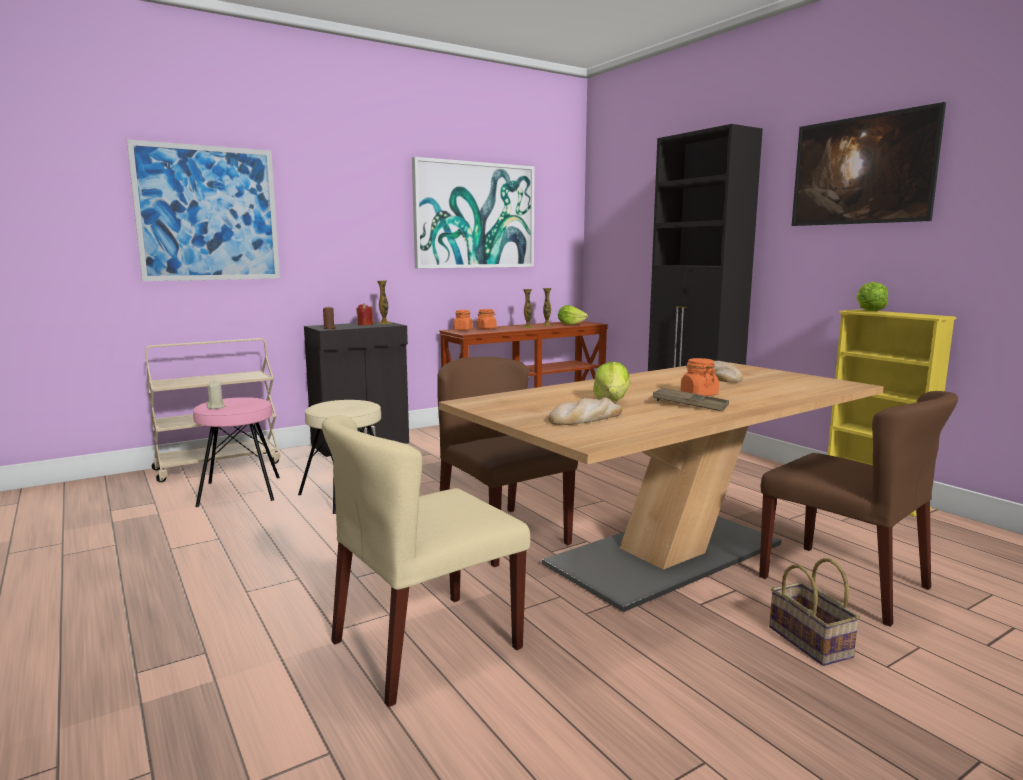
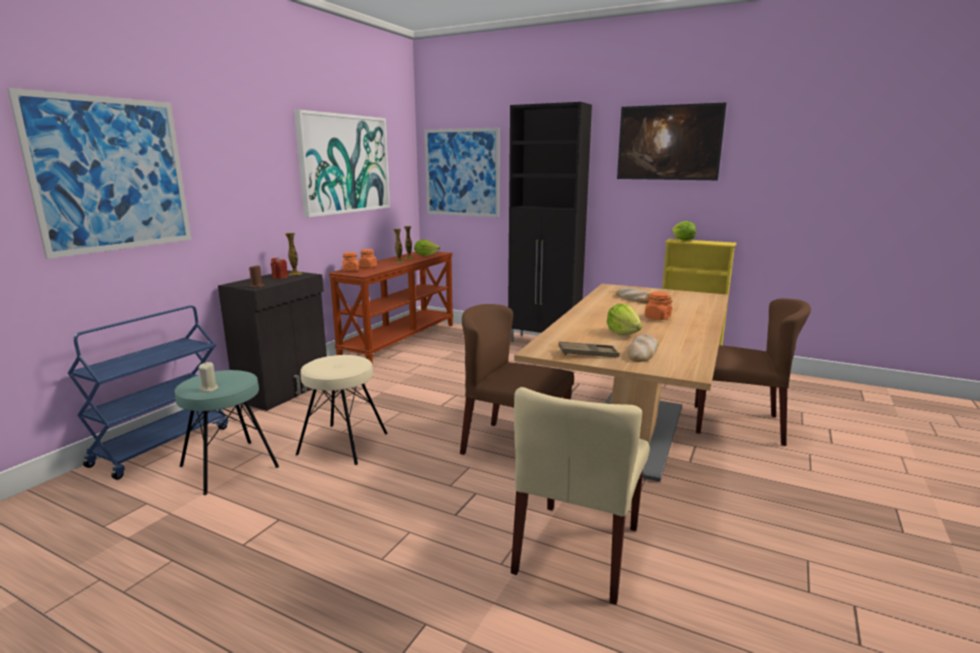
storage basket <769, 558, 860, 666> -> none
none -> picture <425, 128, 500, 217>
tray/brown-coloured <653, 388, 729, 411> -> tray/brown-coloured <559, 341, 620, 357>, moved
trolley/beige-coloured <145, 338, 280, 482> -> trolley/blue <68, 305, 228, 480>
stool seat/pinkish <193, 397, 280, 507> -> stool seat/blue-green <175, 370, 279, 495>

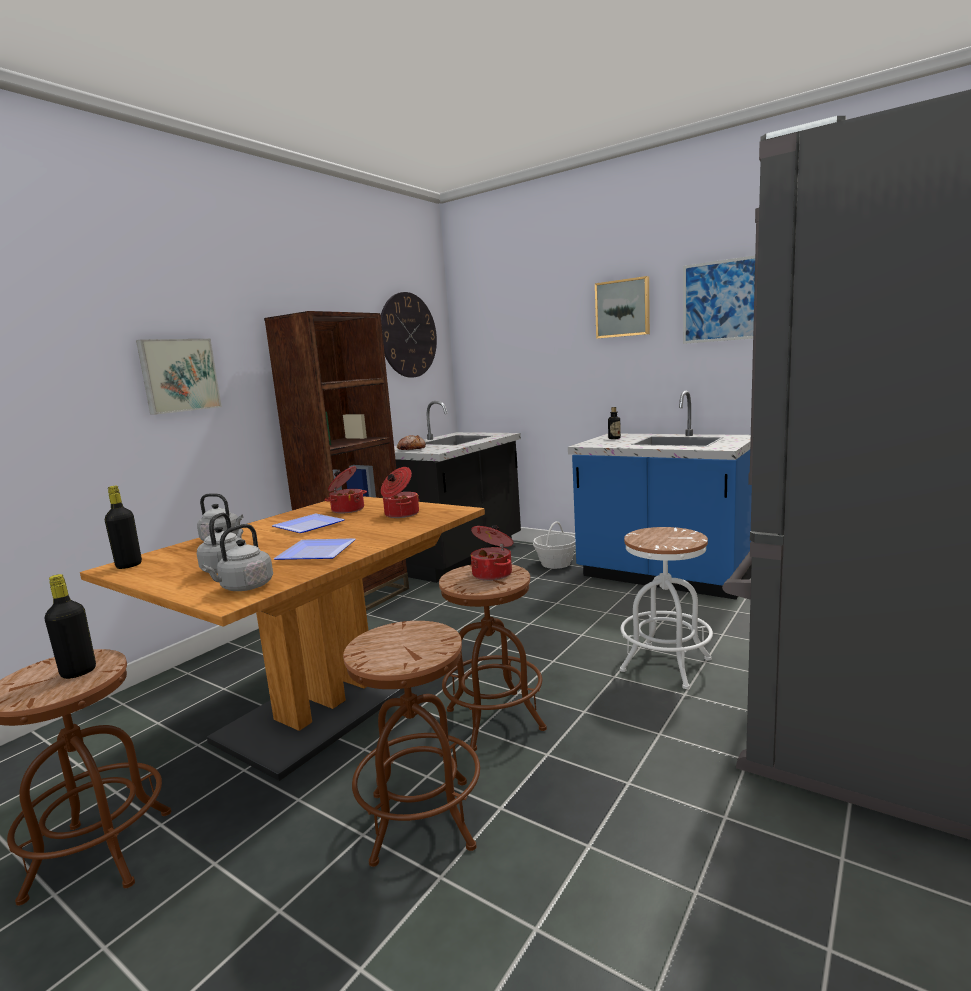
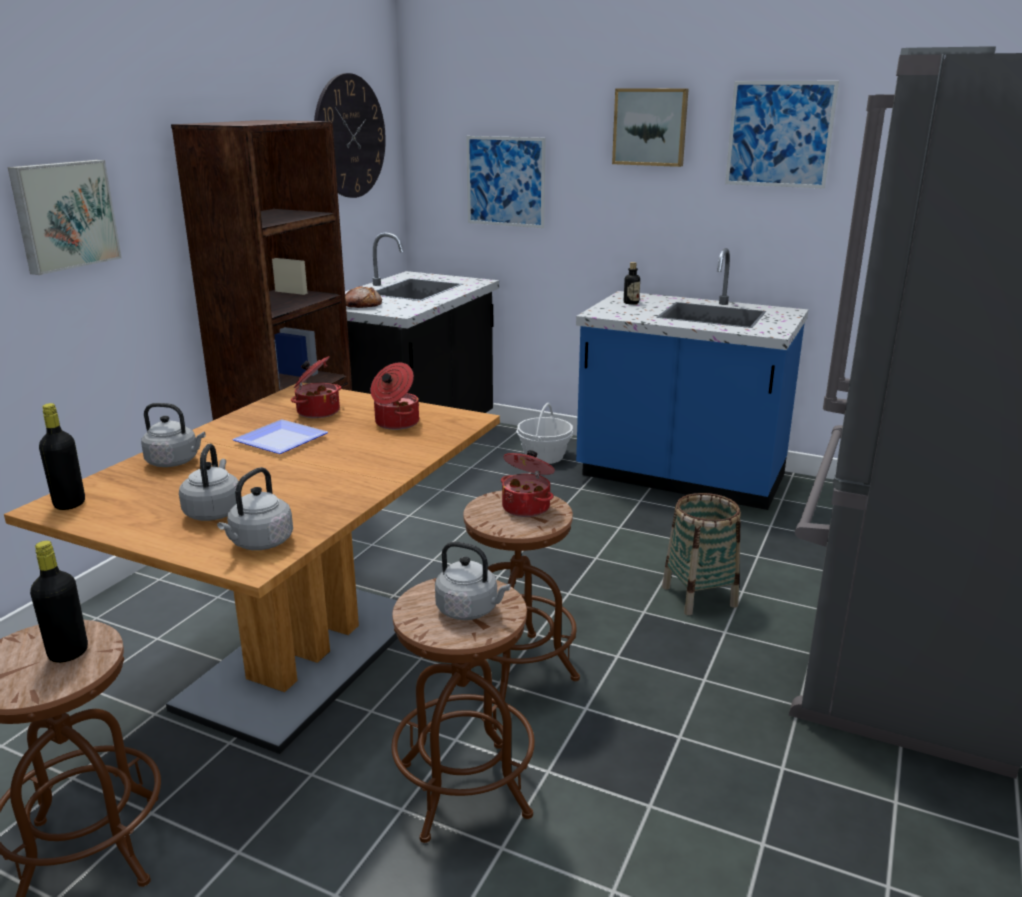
flat dish <274, 538, 356, 560> -> none
none -> kettle/grey <435, 542, 511, 620>
none -> picture <466, 136, 545, 228>
stool seat/whitish <620, 527, 713, 689> -> storage basket <662, 493, 741, 615>

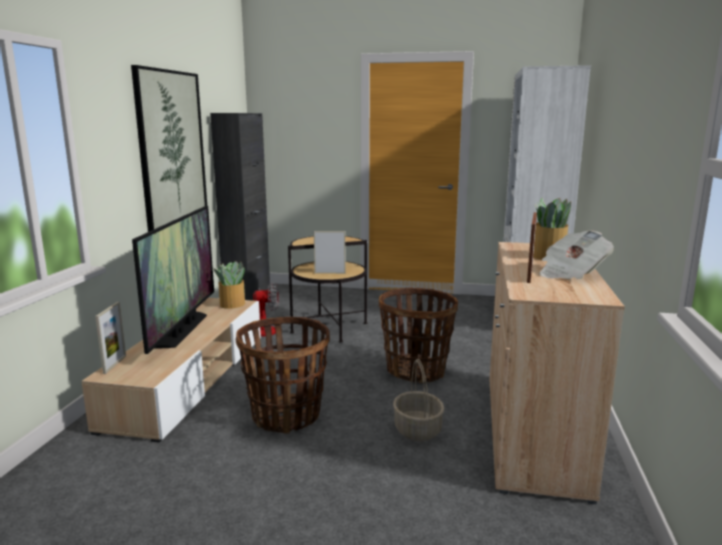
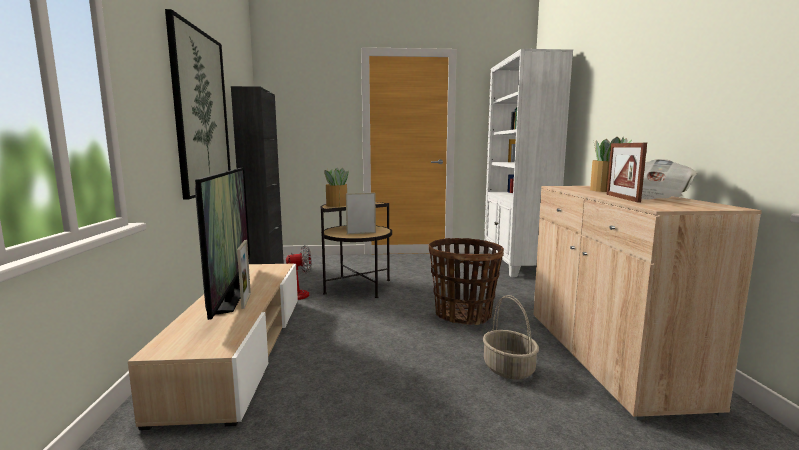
storage basket <236, 317, 330, 433> -> none
picture frame <95, 302, 126, 374> -> picture frame <237, 240, 251, 309>, moved
houseplant <214, 261, 245, 309> -> houseplant <324, 167, 349, 207>, moved

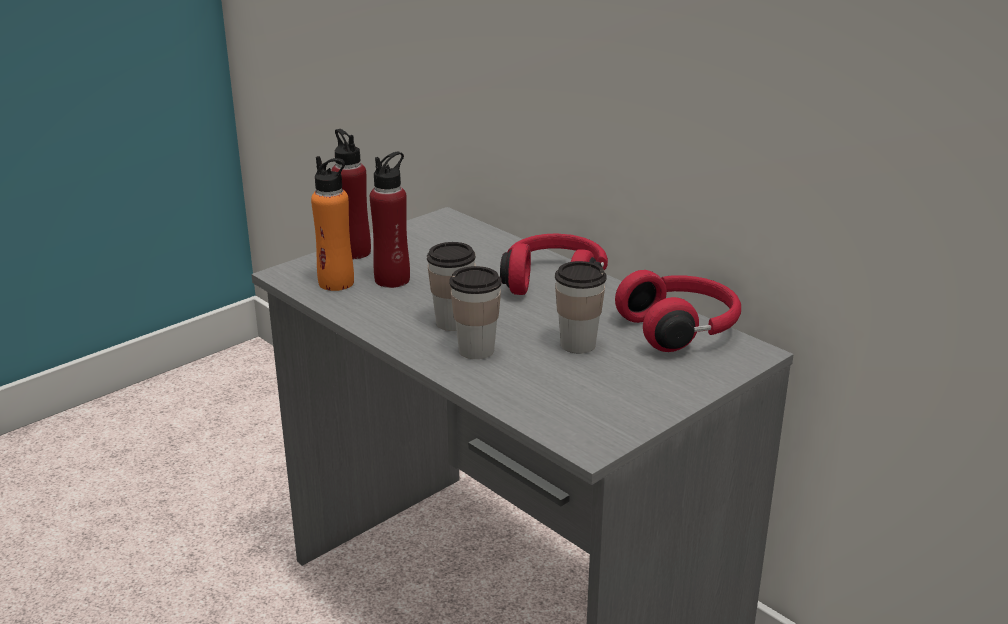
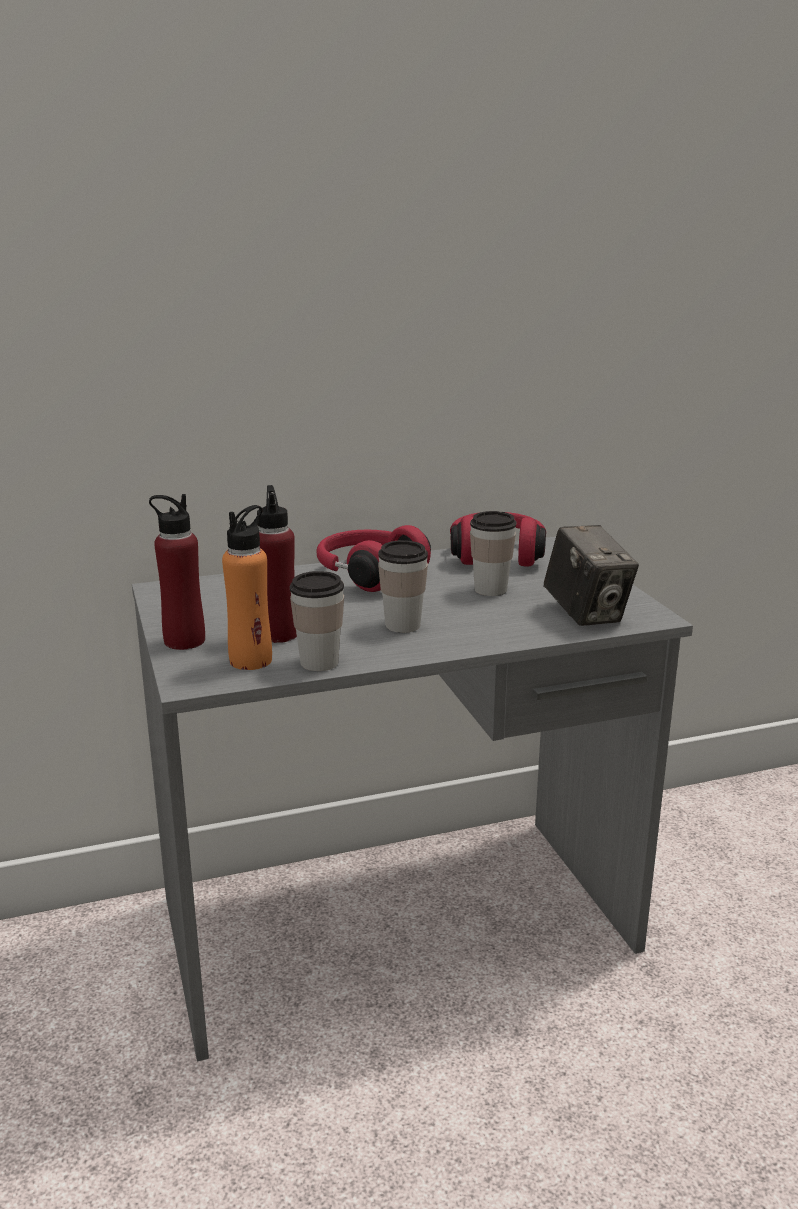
none -> photo camera <544, 525, 639, 626>
small cup <449, 266, 502, 359> -> small cup <290, 571, 344, 671>, moved

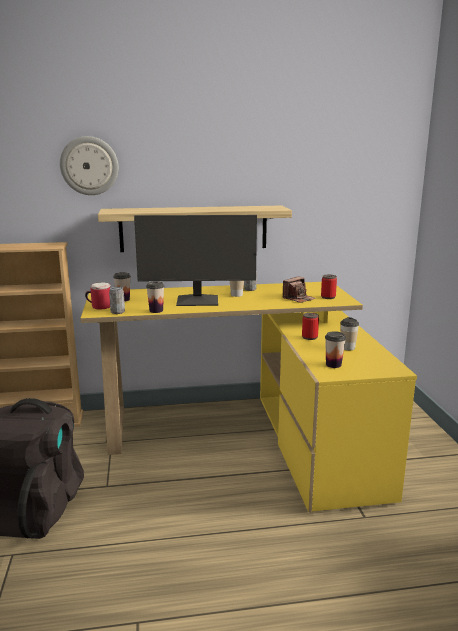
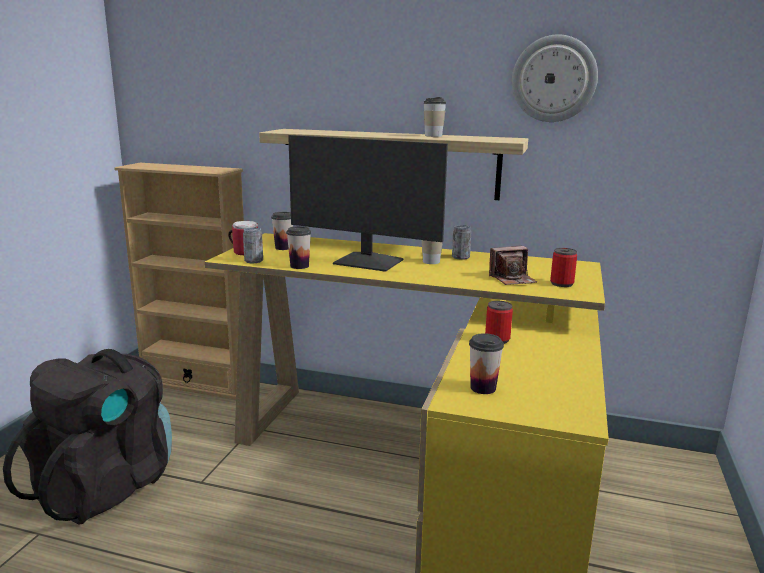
hanging clock <60, 136, 119, 195> -> hanging clock <512, 34, 598, 122>, moved
small cup <340, 317, 359, 350> -> small cup <423, 97, 446, 137>, moved

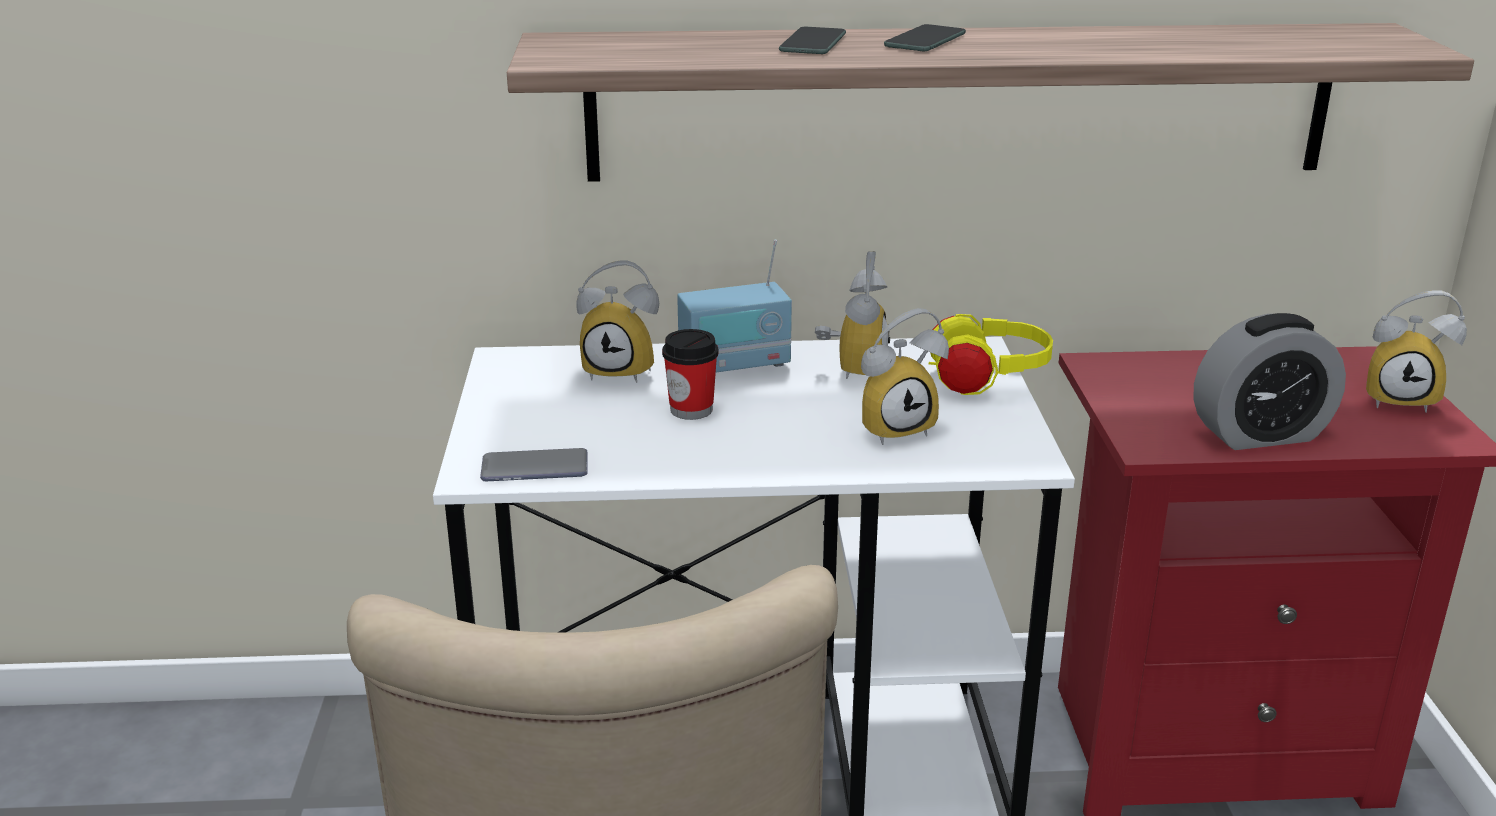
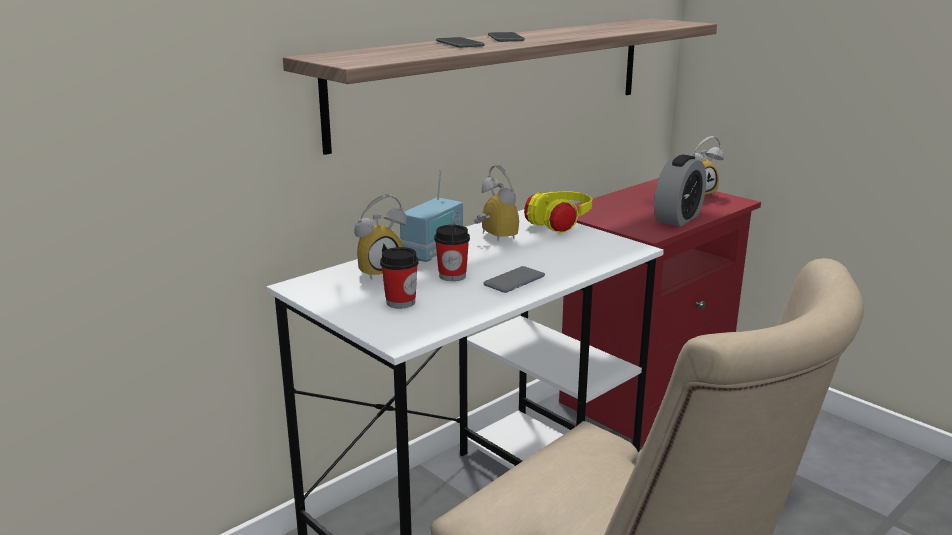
alarm clock <861, 308, 949, 445> -> none
none -> small cup <380, 247, 419, 308>
phone <480, 448, 588, 481> -> phone <483, 266, 545, 293>, moved

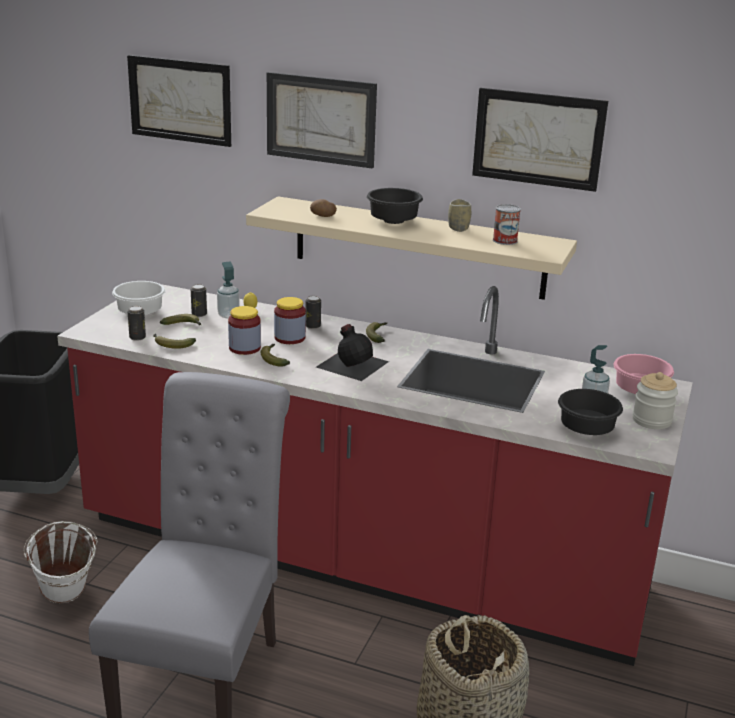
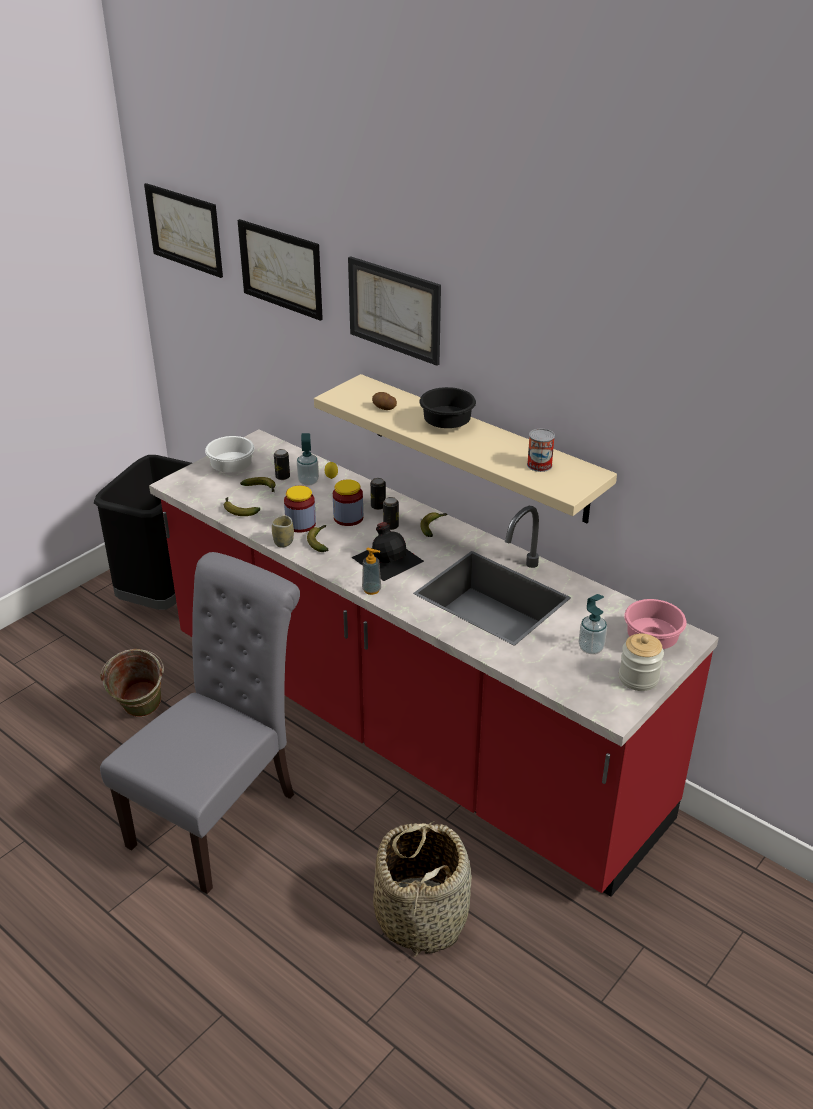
serving bowl/blackish <558, 389, 623, 435> -> none
none -> soap dispenser <362, 548, 381, 595>
metal can <127, 306, 146, 341> -> metal can <383, 497, 399, 530>, moved
small cup <448, 199, 471, 232> -> small cup <272, 515, 294, 548>, moved
picture <472, 88, 608, 192> -> picture <144, 183, 223, 278>, moved
bucket/whitish <23, 521, 97, 604> -> bucket/green <100, 649, 164, 717>

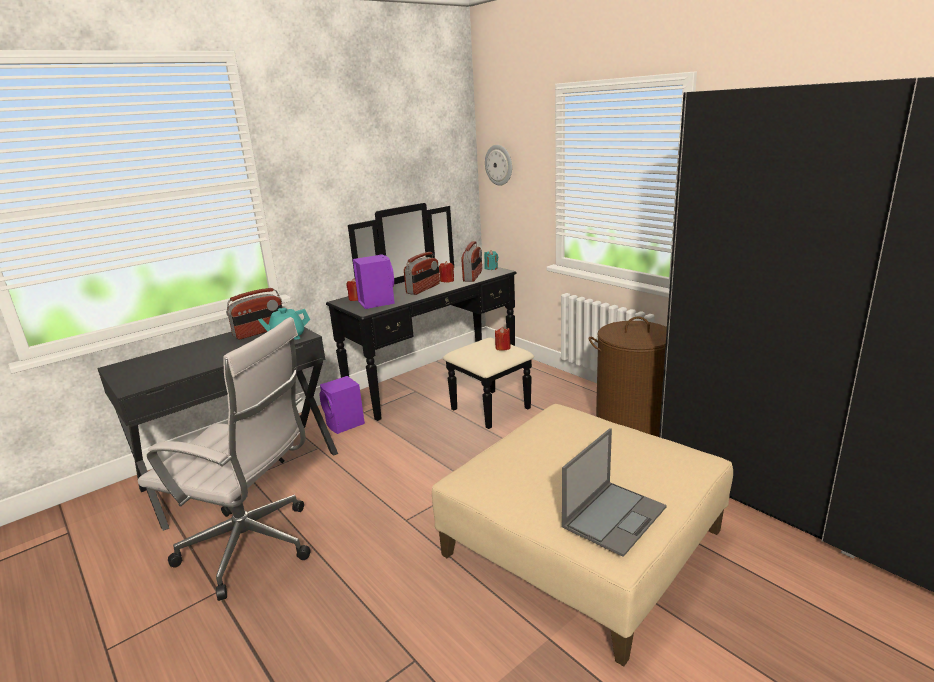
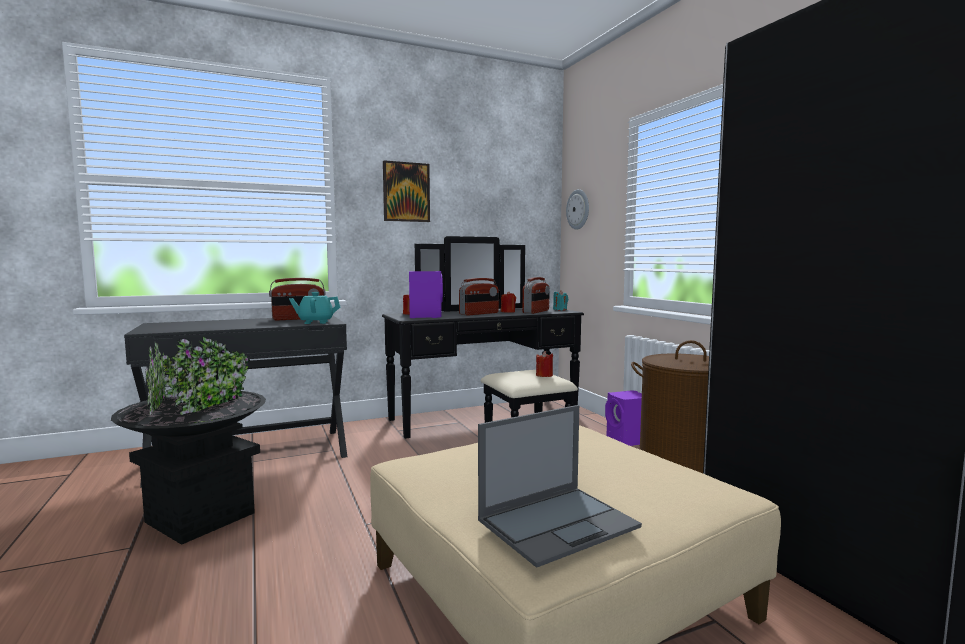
none -> picture <383, 160, 430, 222>
loudspeaker/purplish <319, 376, 365, 434> -> loudspeaker/purplish <605, 390, 642, 446>, moved
computer chair/whitish <138, 317, 311, 601> -> flower pot/blackish <111, 336, 266, 545>

